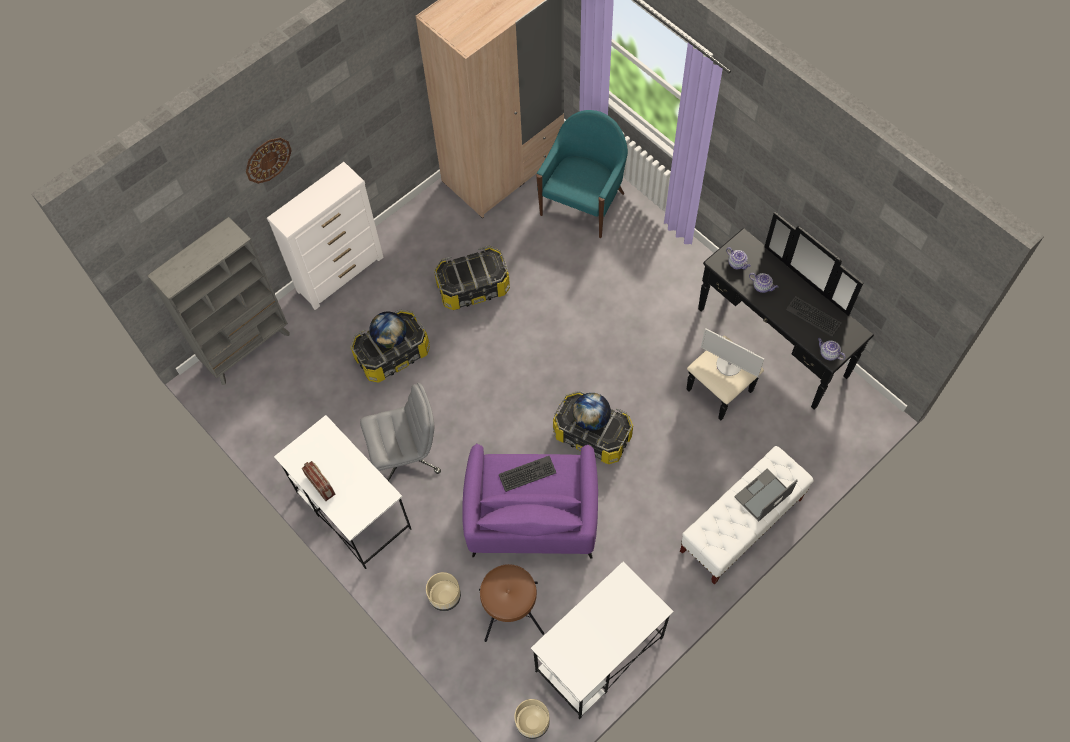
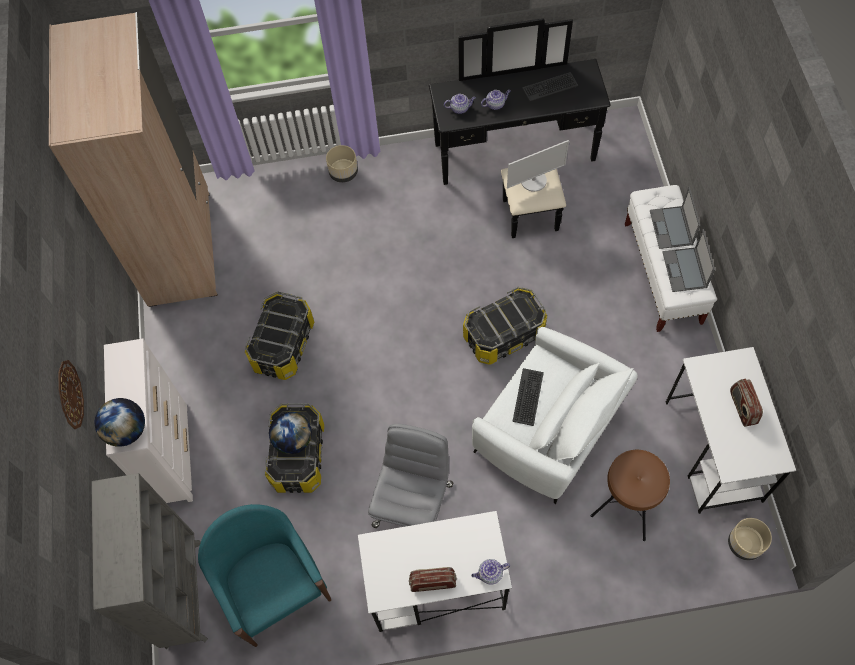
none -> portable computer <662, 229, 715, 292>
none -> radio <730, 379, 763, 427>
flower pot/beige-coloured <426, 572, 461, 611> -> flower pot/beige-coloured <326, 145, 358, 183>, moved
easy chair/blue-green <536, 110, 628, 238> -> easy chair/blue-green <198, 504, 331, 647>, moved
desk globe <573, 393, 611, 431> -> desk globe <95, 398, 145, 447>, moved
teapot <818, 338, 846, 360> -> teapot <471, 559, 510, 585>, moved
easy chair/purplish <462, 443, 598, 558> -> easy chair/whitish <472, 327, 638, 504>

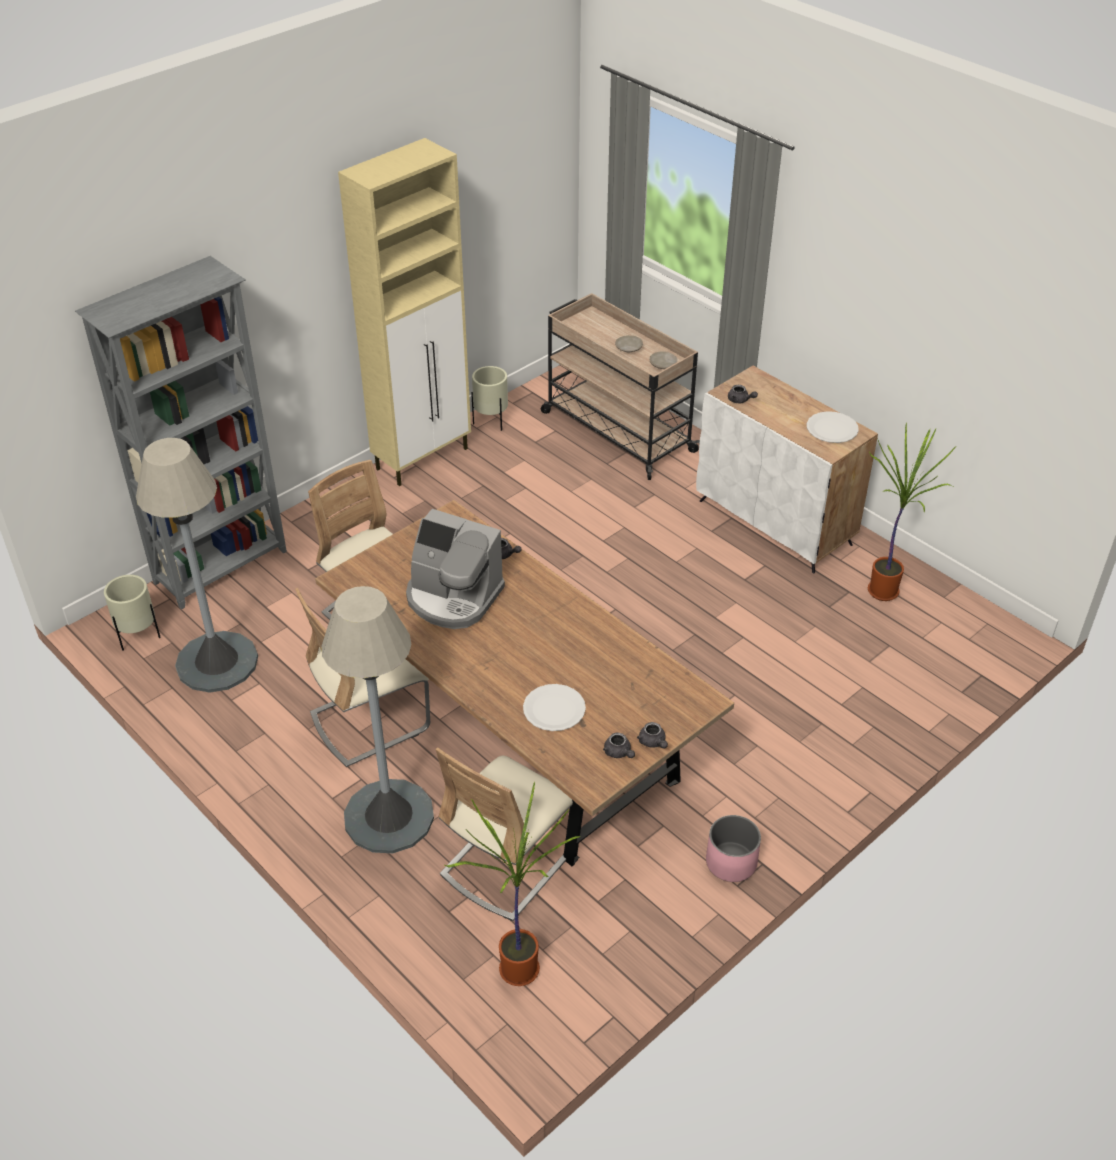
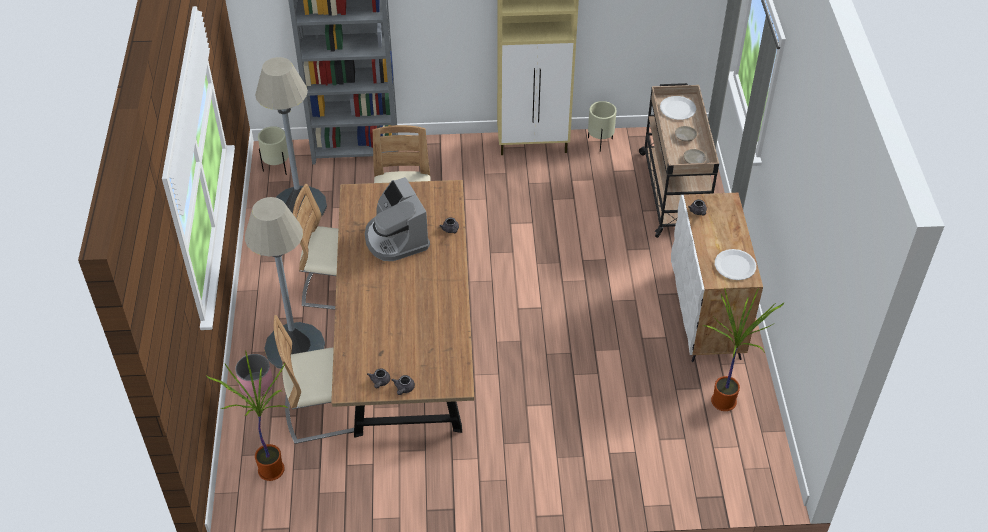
flat dish/whitish <523, 684, 586, 731> -> flat dish/whitish <660, 96, 696, 120>, moved
flower pot/pinkish <706, 815, 761, 882> -> flower pot/pinkish <235, 354, 273, 398>, moved

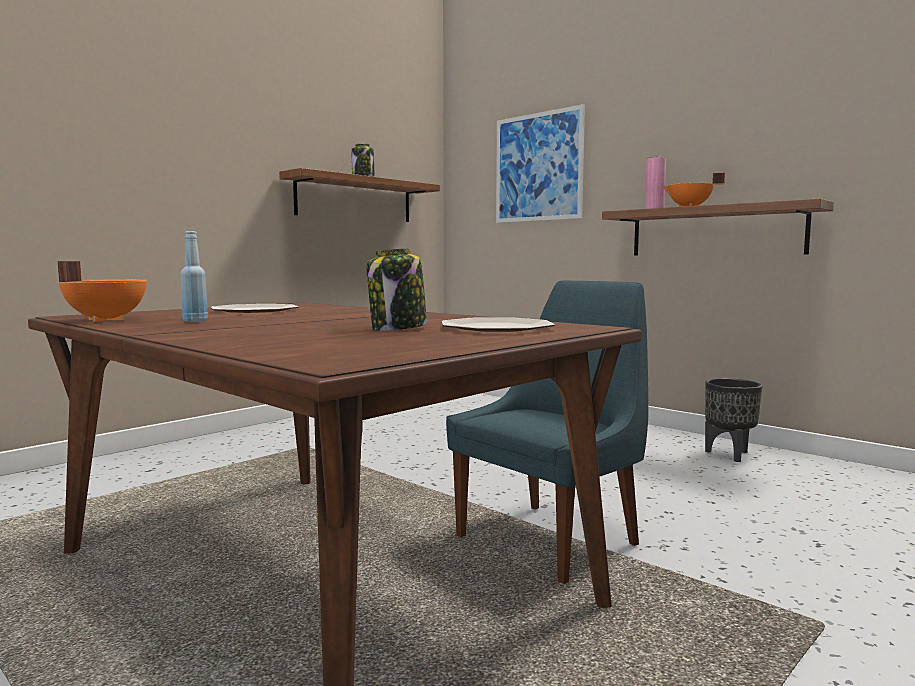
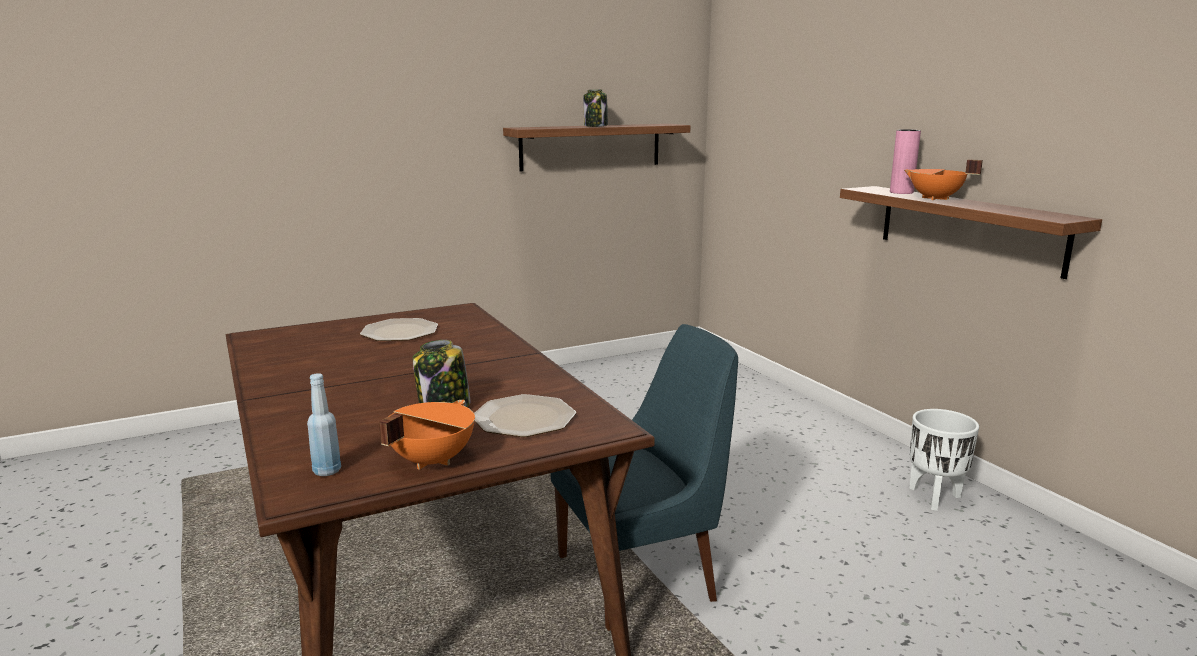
picture <496, 104, 585, 223> -> none
cooking pot/orangey <58, 261, 147, 322> -> cooking pot/orangey <379, 400, 475, 470>, moved
beverage bottle/blue <181, 231, 208, 322> -> beverage bottle/blue <307, 373, 341, 476>, moved
flower pot/blackish <705, 378, 762, 462> -> flower pot/whitish <909, 409, 979, 511>

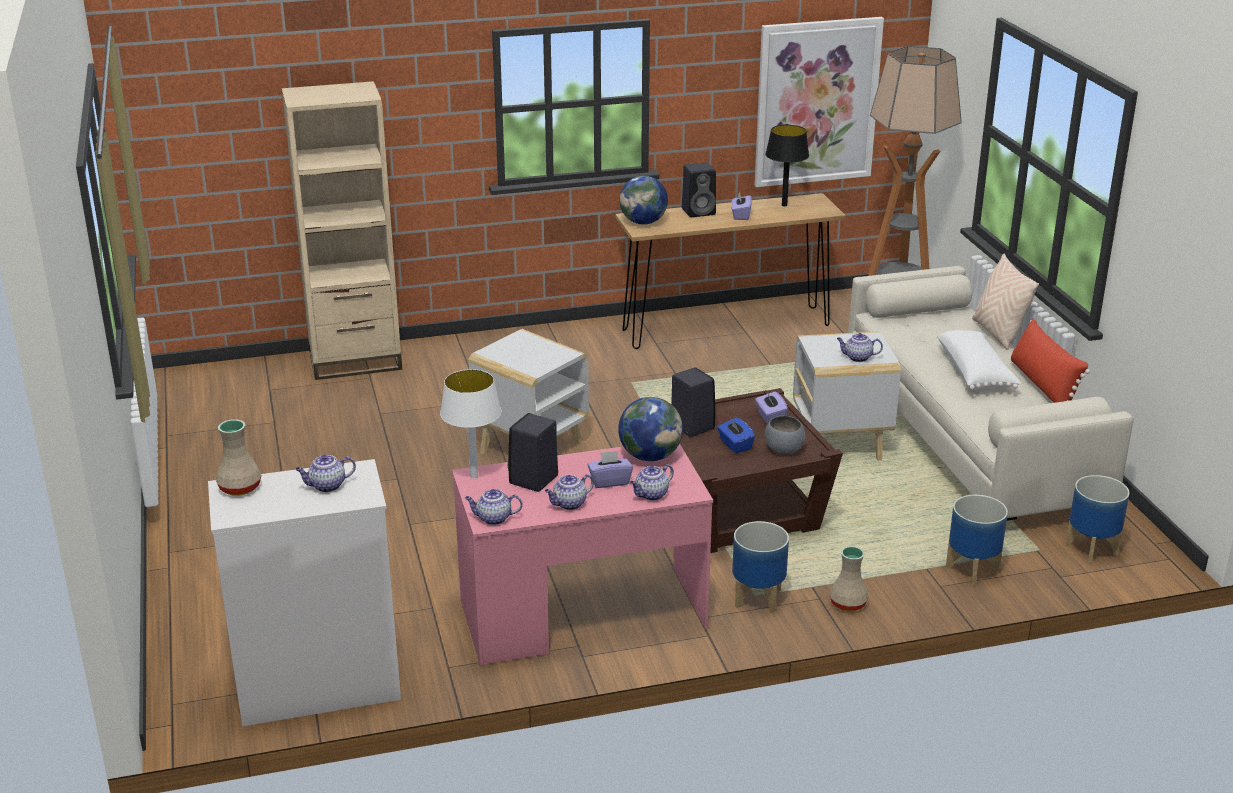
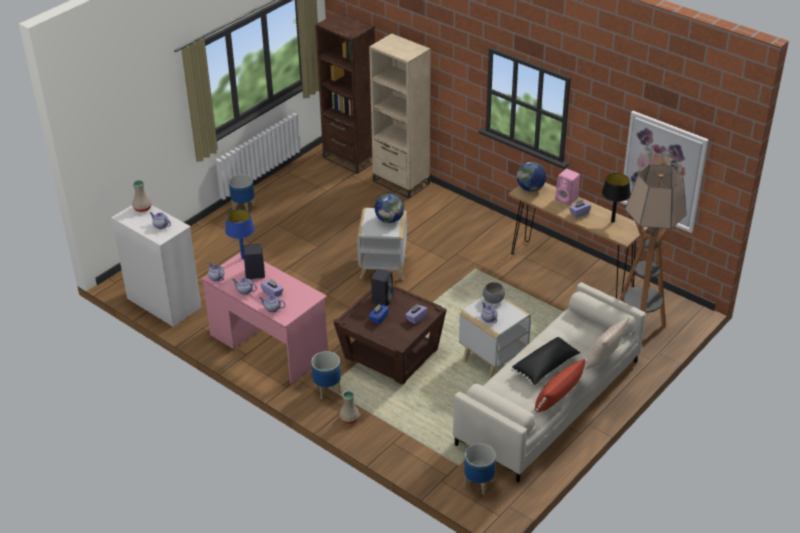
none -> bookshelf/brown-coloured <315, 13, 375, 174>
desk globe <618, 397, 683, 461> -> desk globe <375, 193, 404, 223>, moved
serving bowl/grey <765, 416, 806, 454> -> serving bowl/grey <483, 282, 505, 304>, moved
flower pot <946, 495, 1008, 586> -> flower pot <229, 174, 255, 212>, moved
tabletop lamp/whitish <440, 369, 501, 479> -> tabletop lamp/blue <225, 209, 255, 259>
loudspeaker/blackish <682, 162, 716, 217> -> loudspeaker/pinkish <555, 169, 580, 205>
throw pillow/whitish <937, 330, 1021, 390> -> throw pillow/blackish <511, 337, 580, 386>

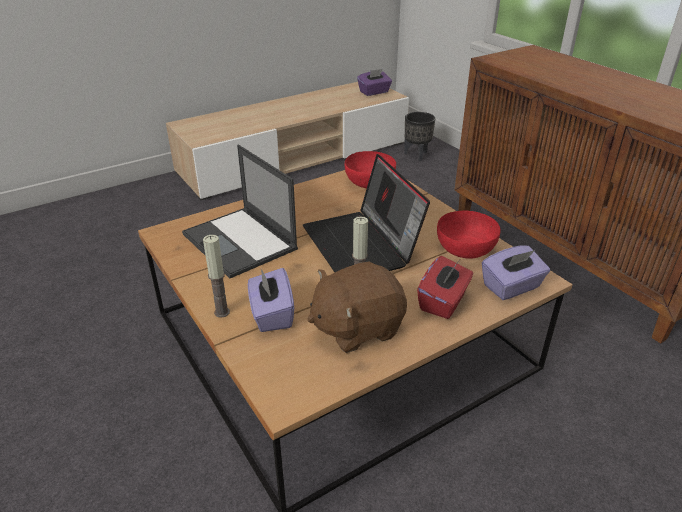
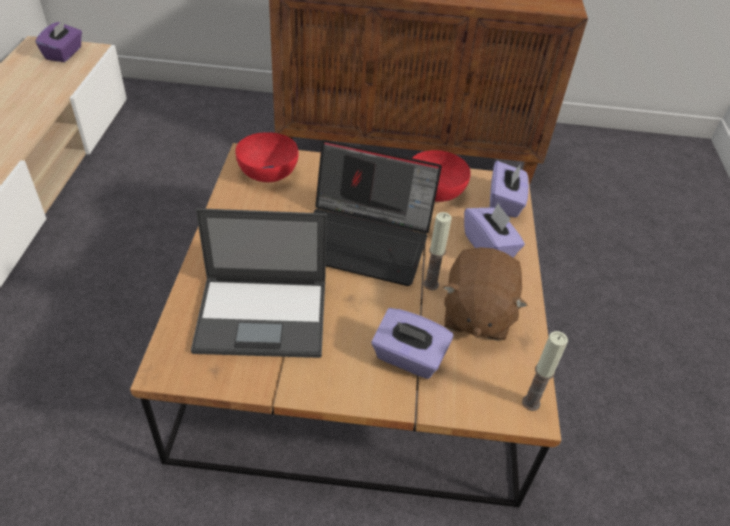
flower pot/blackish <404, 112, 435, 161> -> none
wax light <203, 235, 230, 318> -> wax light <522, 331, 568, 411>, moved
box of tissues/reddish <417, 256, 473, 319> -> box of tissues/purplish <464, 203, 525, 258>

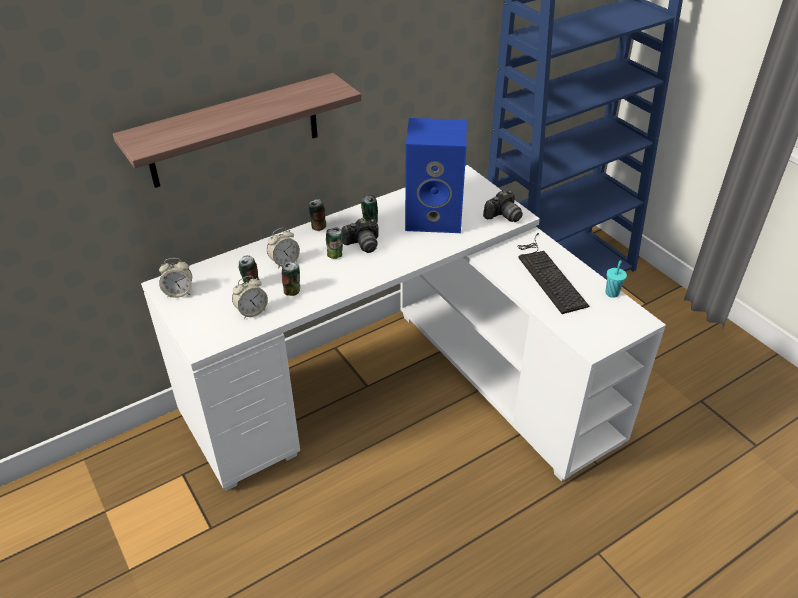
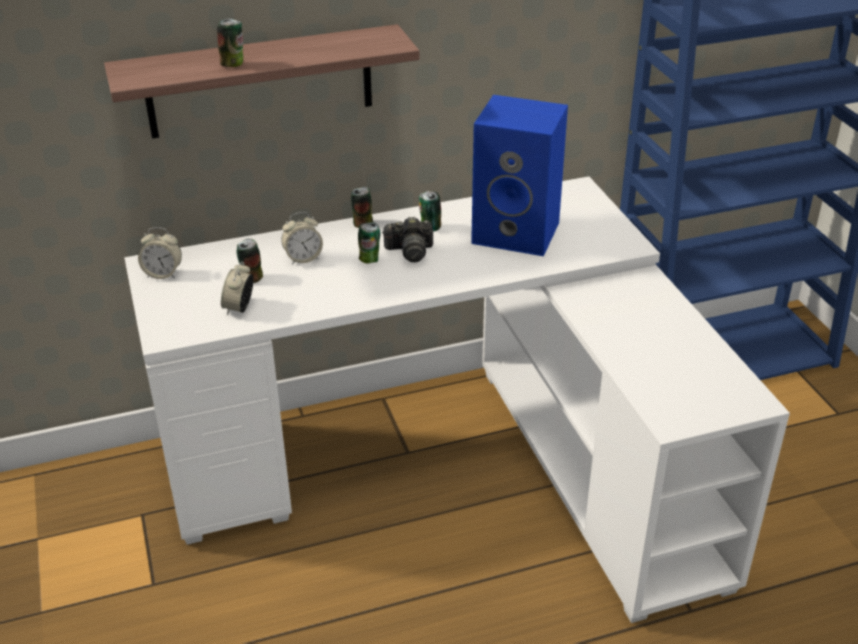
photo camera <483, 190, 523, 222> -> none
PC keyboard <517, 233, 589, 314> -> none
small cup/blue-green <605, 260, 627, 298> -> none
metal can <282, 262, 300, 296> -> metal can <217, 19, 243, 67>, moved
alarm clock <232, 276, 268, 319> -> alarm clock <221, 261, 254, 315>, 120 degrees clockwise

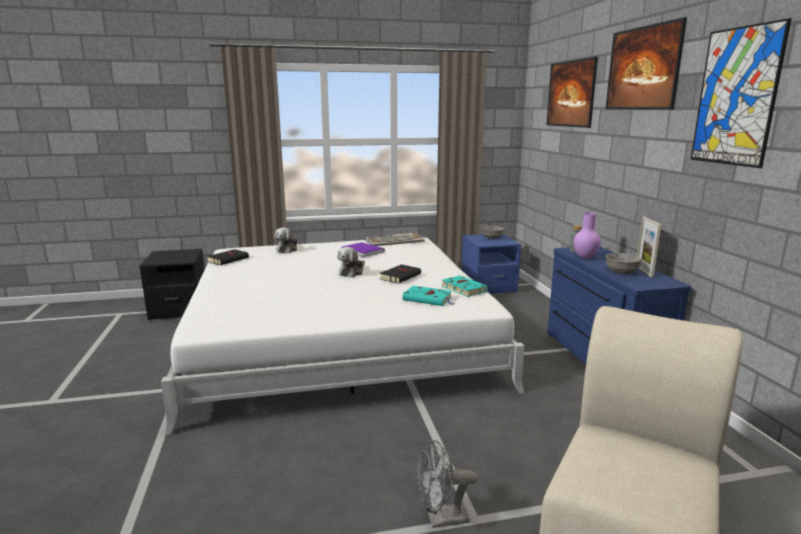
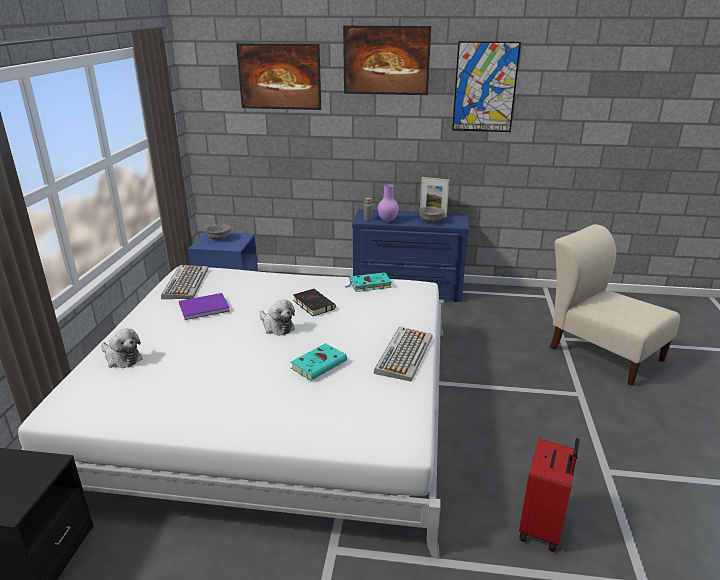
volume/blackish <207, 249, 249, 265> -> none
fan/grey <416, 440, 478, 528> -> none
none -> PC keyboard <374, 327, 433, 382>
none -> suitcase/reddish <519, 438, 580, 552>
volume/blue-green <402, 286, 454, 306> -> volume/blue-green <291, 343, 347, 381>, moved

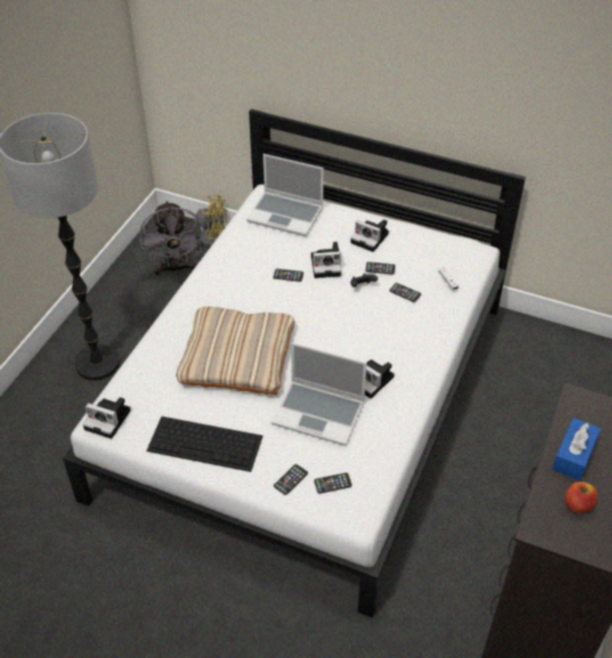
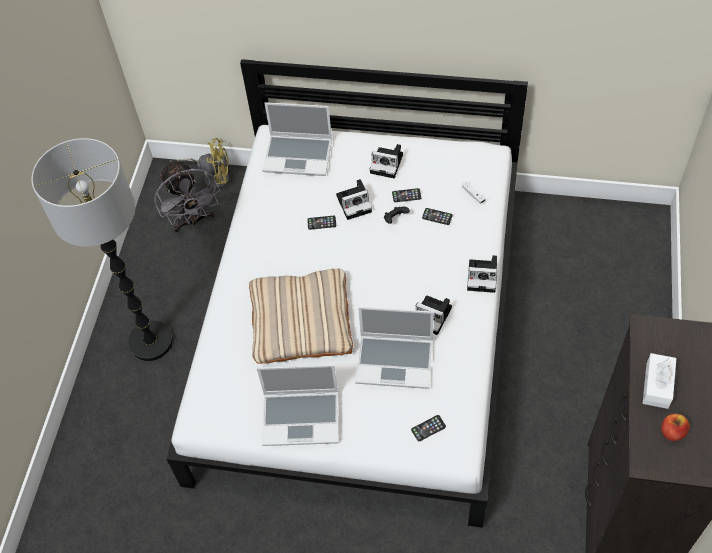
phone <274, 464, 308, 495> -> none
photo camera <83, 397, 131, 439> -> photo camera <467, 255, 497, 293>, moved
PC keyboard <147, 416, 263, 472> -> portable computer <257, 365, 339, 446>
box of tissues/blue <552, 418, 601, 481> -> box of tissues/whitish <643, 353, 676, 409>

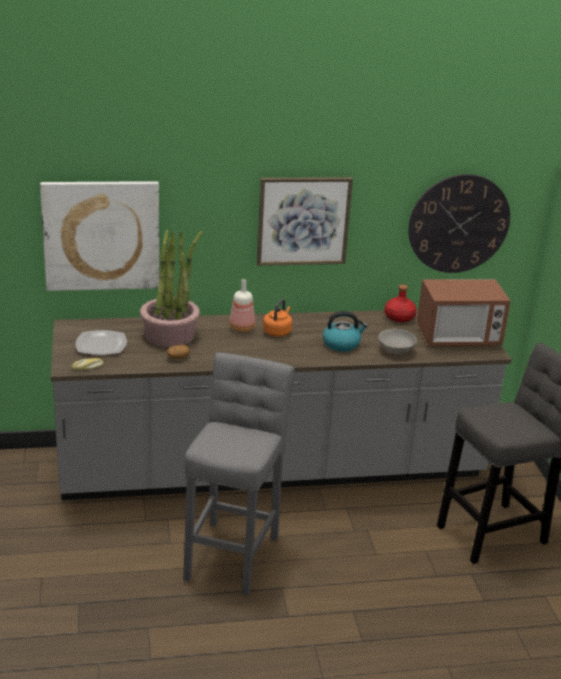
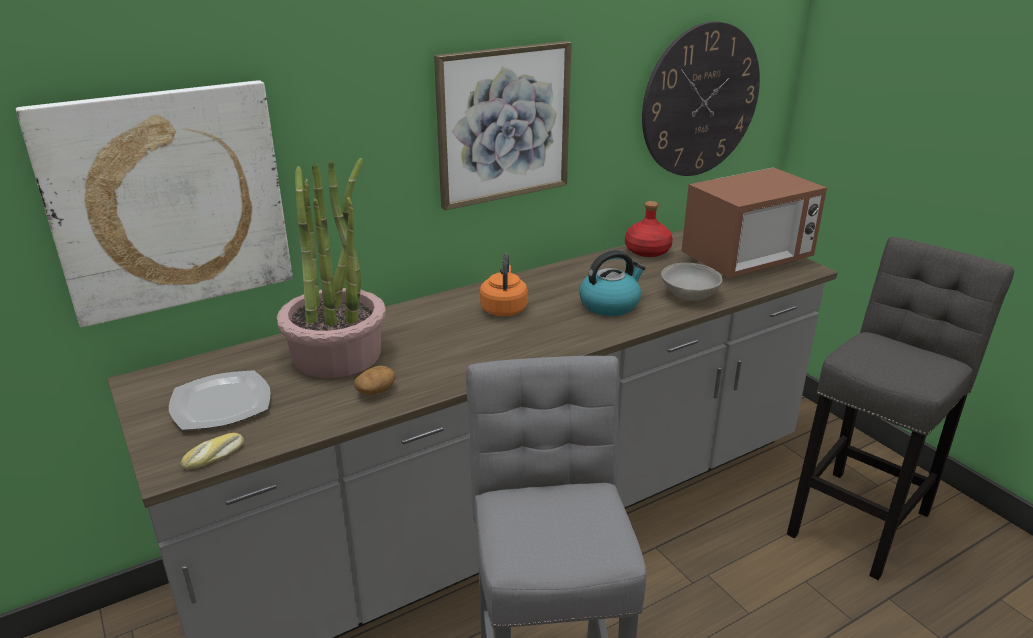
beverage bottle <229, 279, 255, 332> -> none

